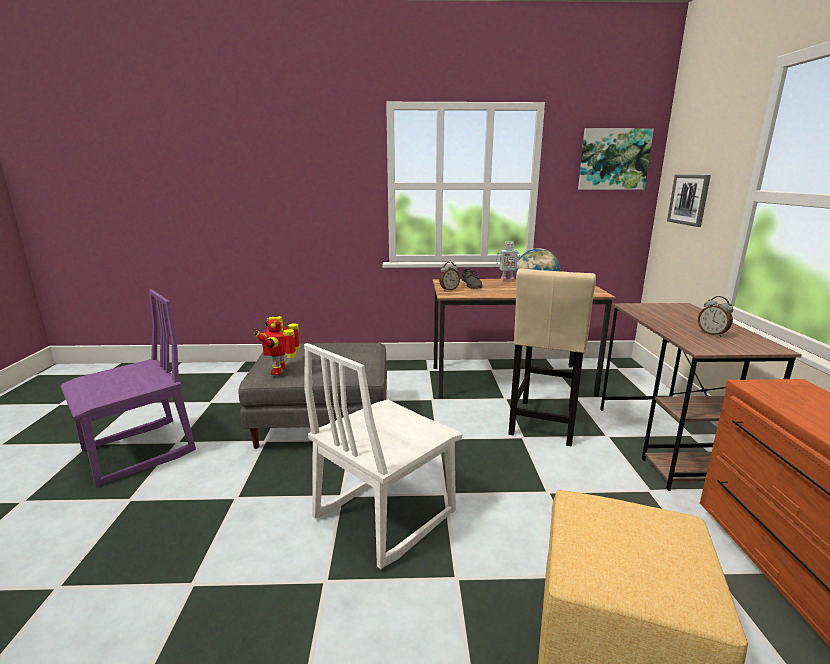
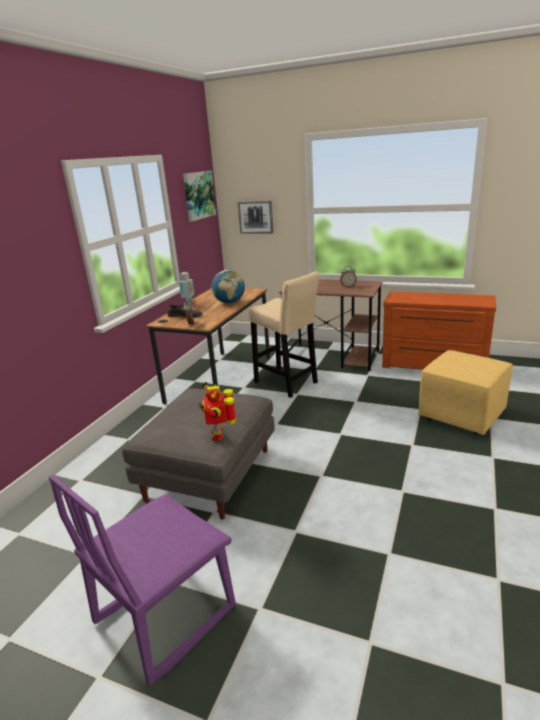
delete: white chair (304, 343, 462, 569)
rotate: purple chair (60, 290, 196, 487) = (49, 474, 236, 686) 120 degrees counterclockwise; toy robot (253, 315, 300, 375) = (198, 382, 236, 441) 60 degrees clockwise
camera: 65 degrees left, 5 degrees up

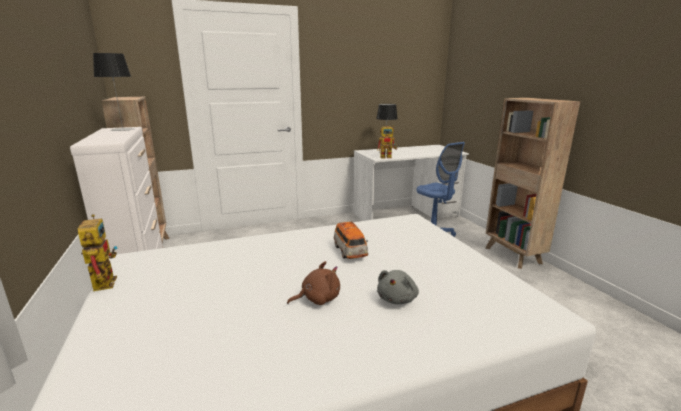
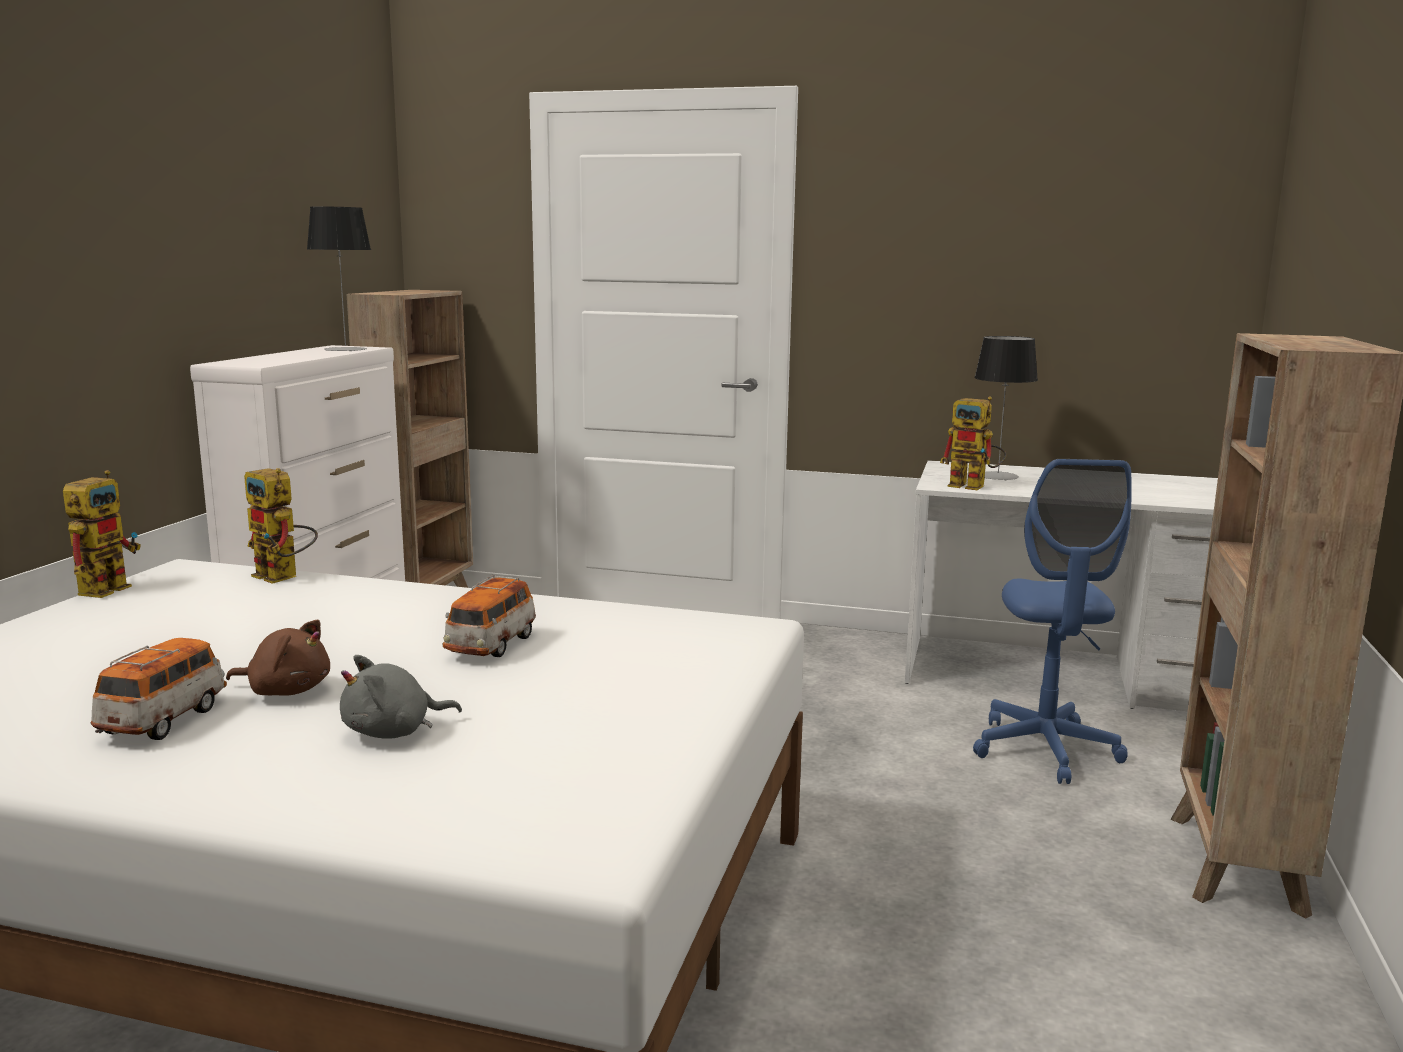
insert: toy car (91, 638, 227, 740); toy robot (244, 468, 318, 584)
camera: 35 degrees right, 5 degrees down

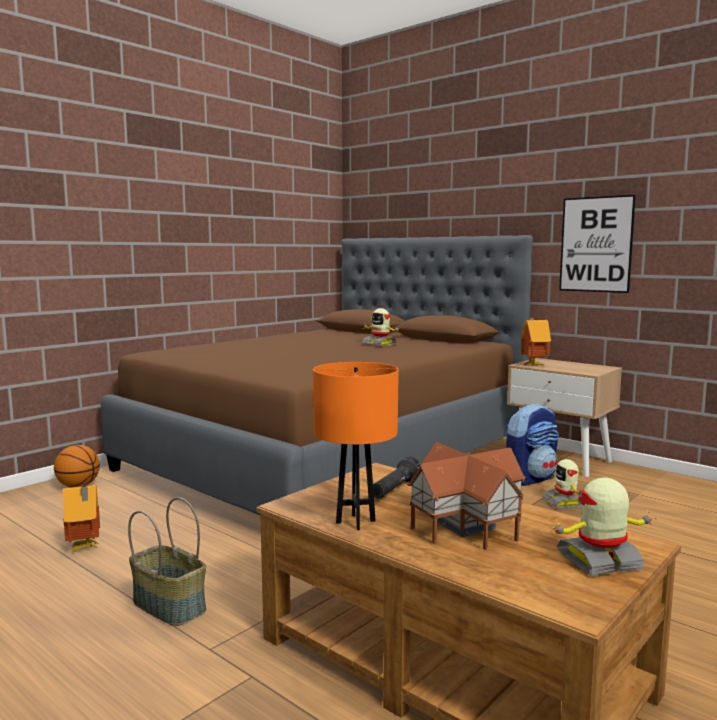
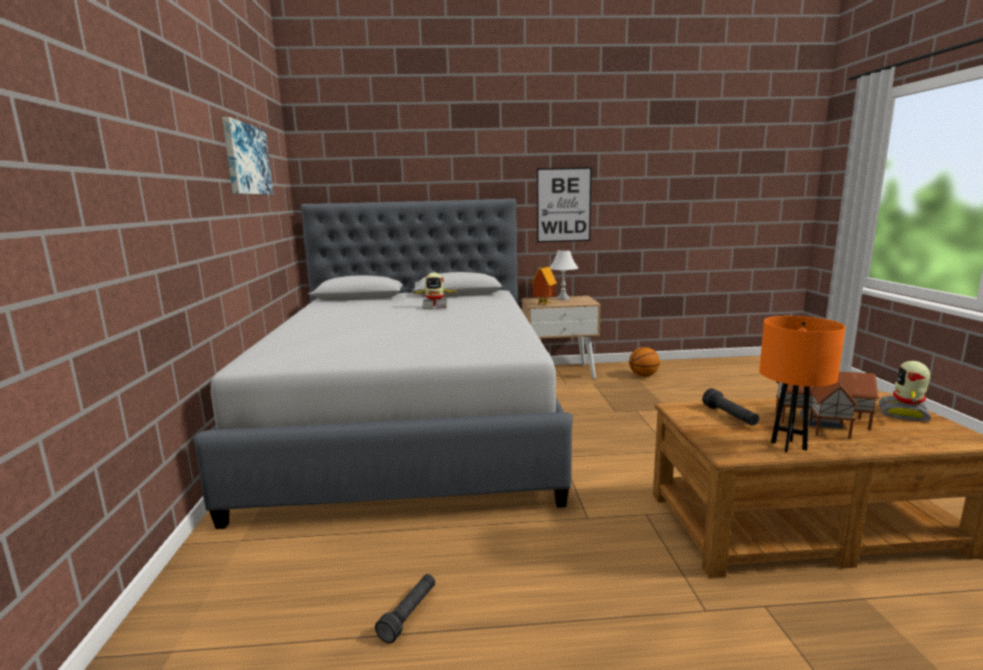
delete: basket (128, 497, 206, 626); backpack (506, 404, 559, 486); toy robot (542, 459, 581, 509)
insert: picture (222, 117, 273, 195); white table lamp (550, 250, 578, 300)
move: basketball (54, 445, 100, 487) to (629, 347, 660, 377)
replace: toy house (63, 485, 100, 551) to black flashlight (375, 574, 435, 643)
recolor: brown bed (101, 235, 533, 515) to grey bed (194, 198, 573, 529)
camera: 45 degrees left, 5 degrees up

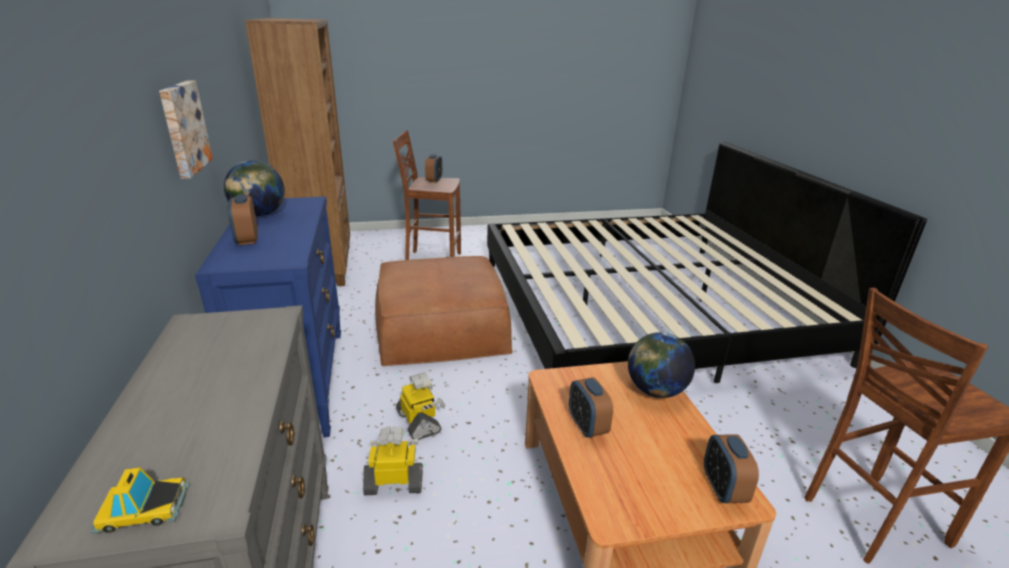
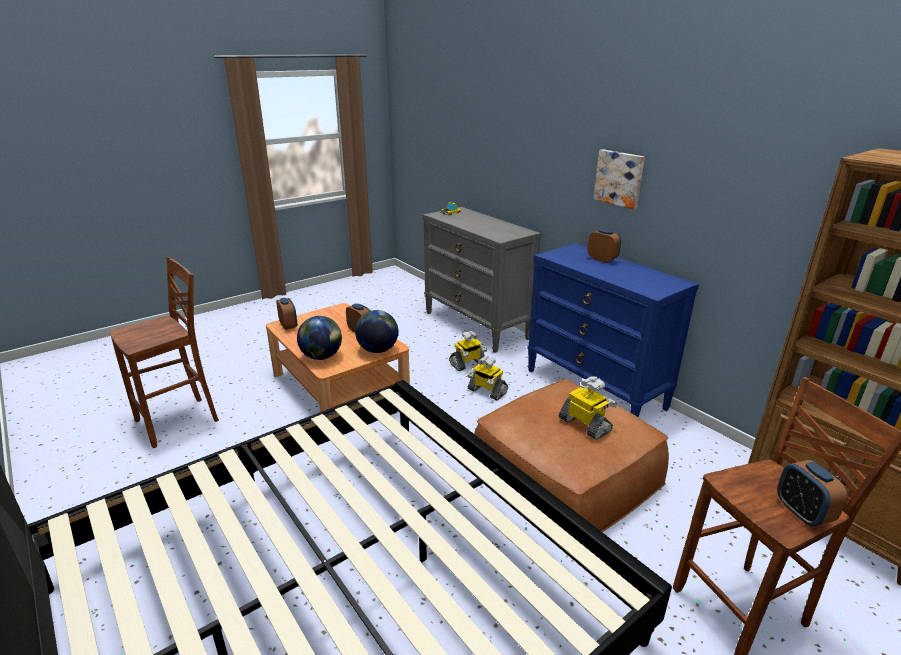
insert: toy robot (559, 376, 617, 440)
move: globe (224, 160, 285, 217) to (355, 310, 399, 353)
camera: 155 degrees right, 0 degrees up

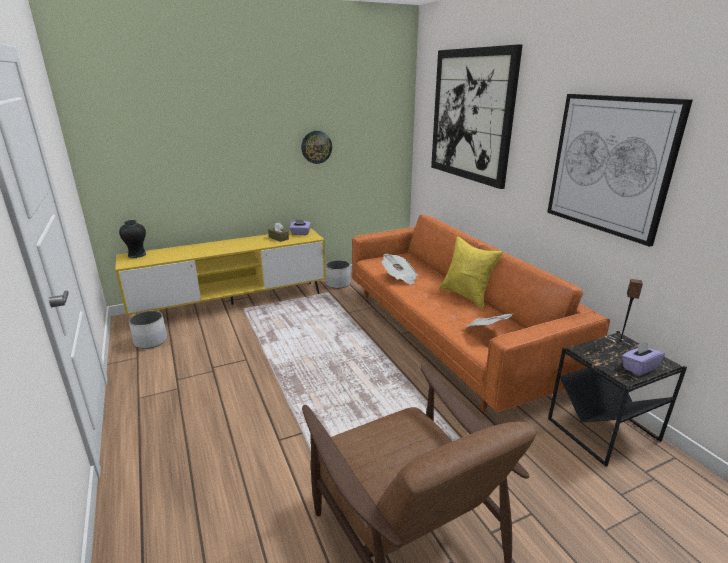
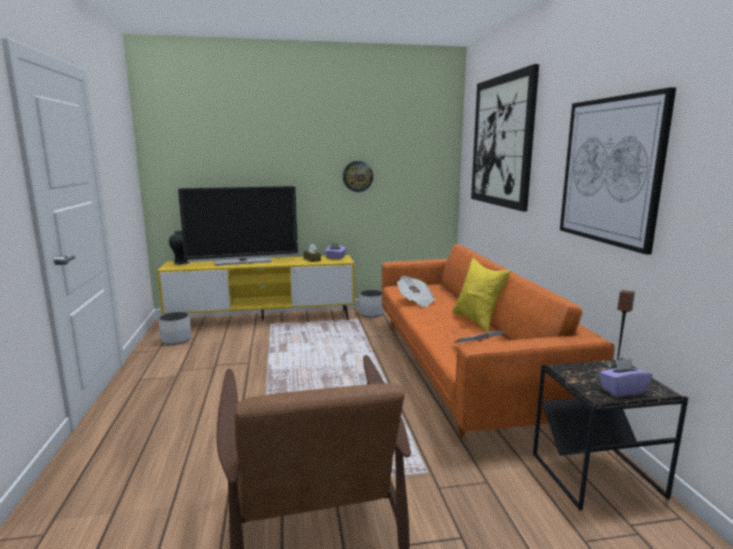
insert: television (178, 186, 298, 266)
camera: 15 degrees right, 10 degrees down

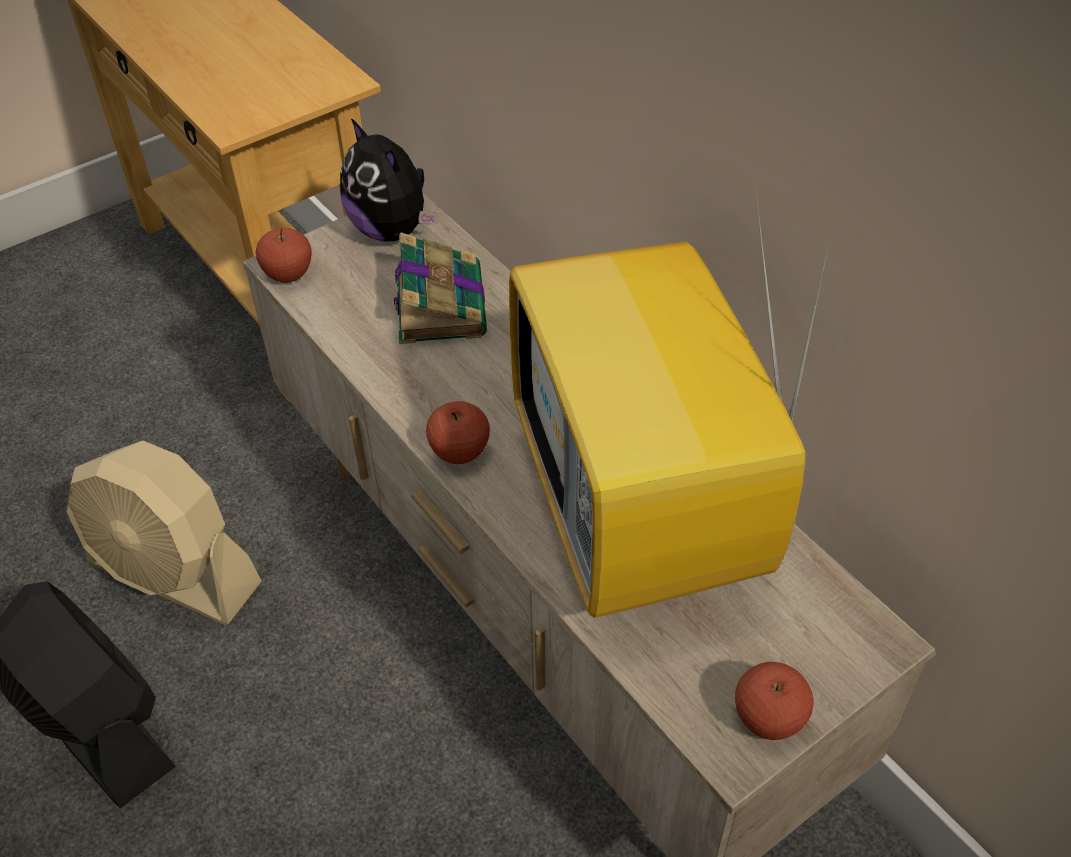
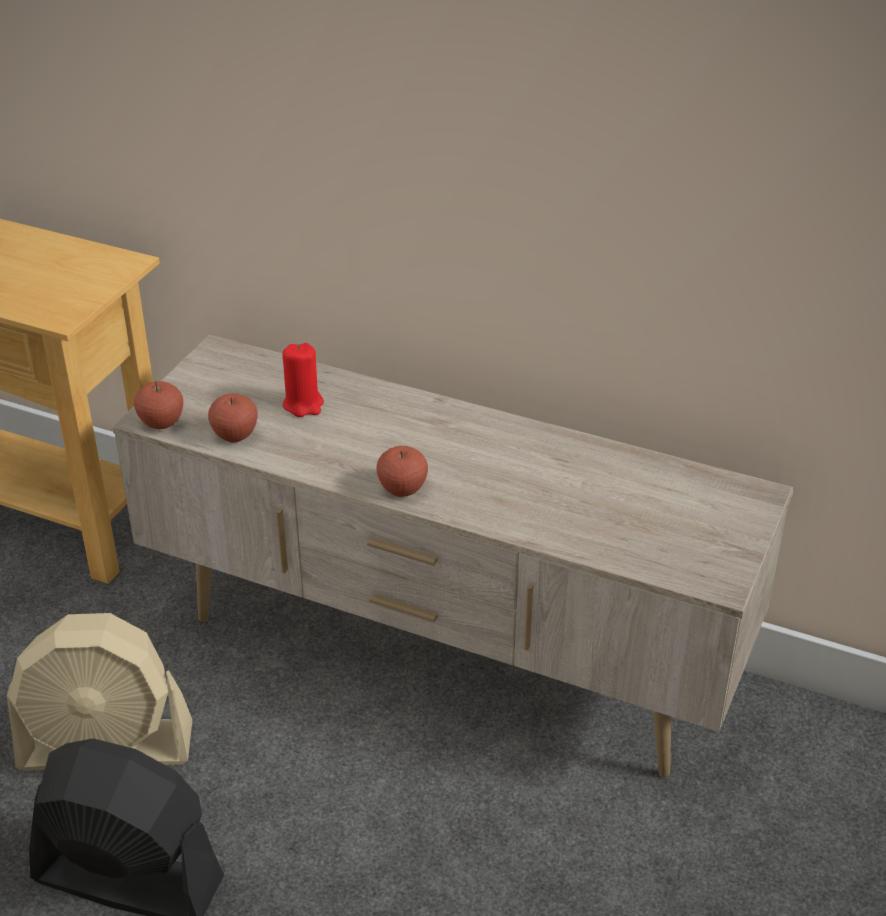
delete: plush toy (340, 118, 437, 241); television (509, 177, 830, 618)
move: apple (735, 662, 814, 740) to (208, 393, 258, 443)
replace: book (394, 232, 487, 344) to red candle (282, 343, 324, 417)
camera: 30 degrees left, 10 degrees down

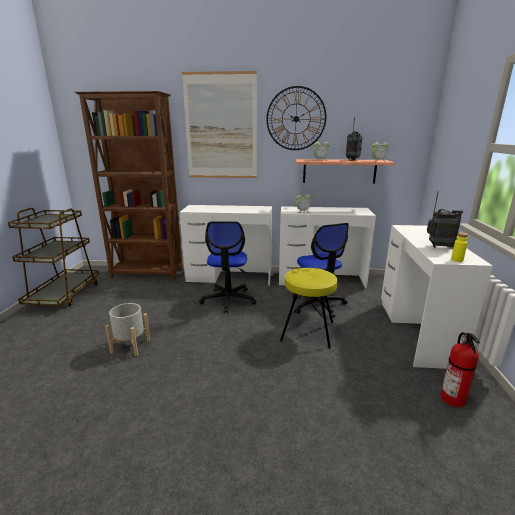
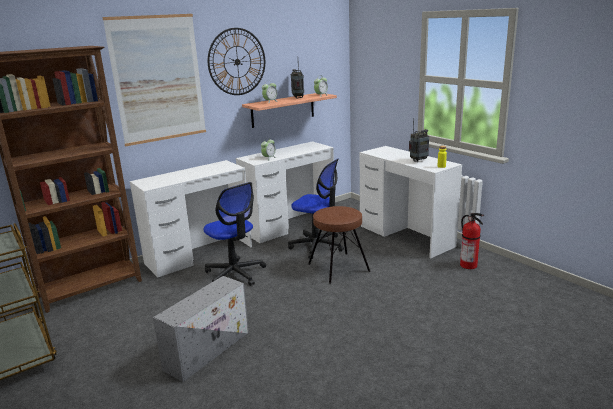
replace: grey planter (105, 303, 150, 356) to grey storage box (153, 276, 249, 382)
recolor: yellow stool (280, 268, 337, 349) to brown stool (308, 206, 371, 284)
camera: 40 degrees left, 0 degrees up

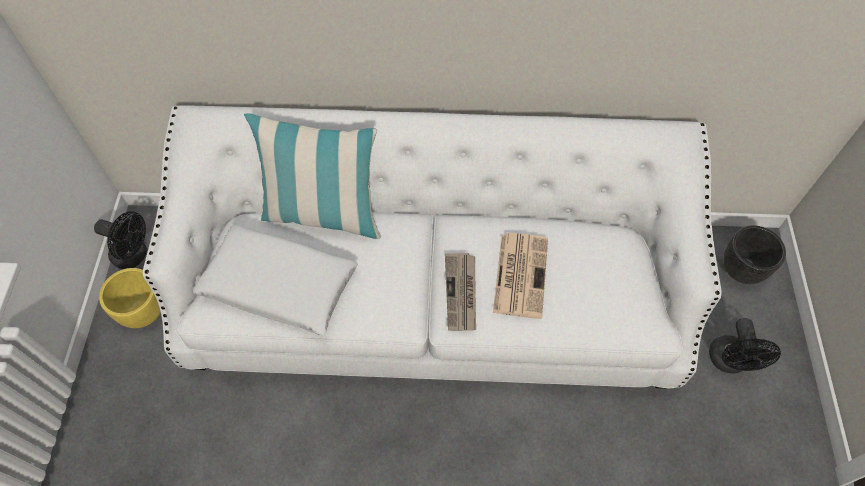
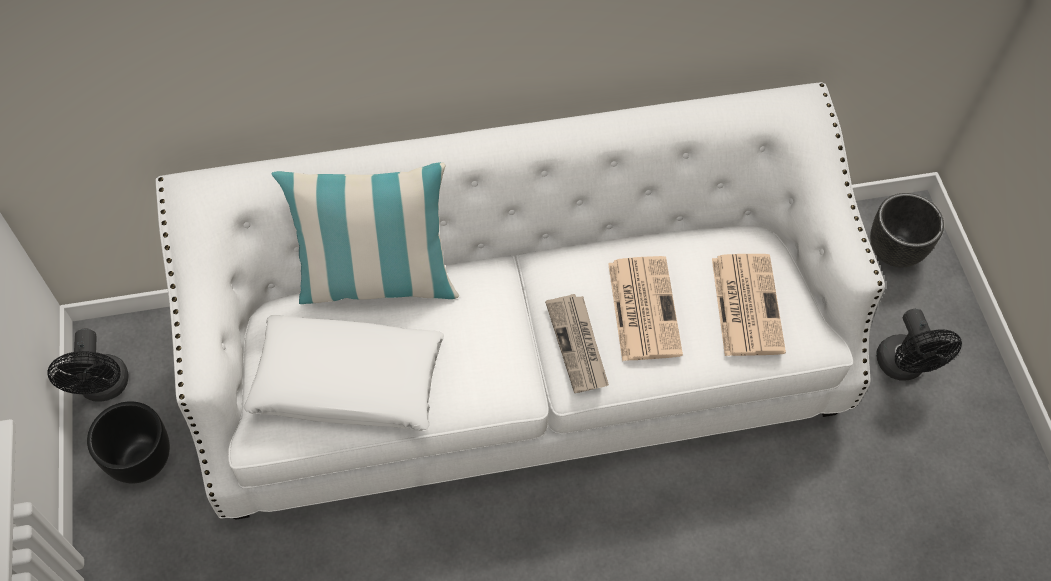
insert: newspaper (712, 254, 786, 356)
recolor: yellow planter (99, 268, 161, 328) to black planter (87, 401, 170, 483)
rotate: black fan (94, 211, 147, 269) = (47, 329, 129, 402) 75 degrees clockwise
camera: 15 degrees left, 0 degrees up

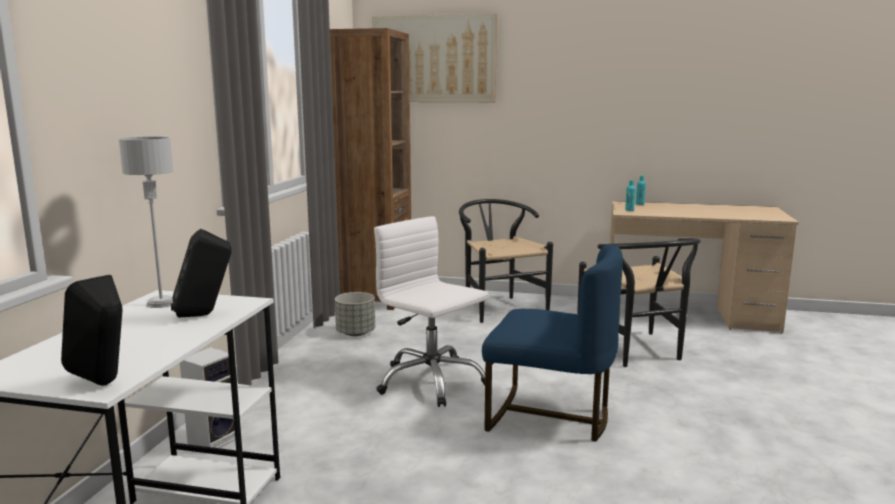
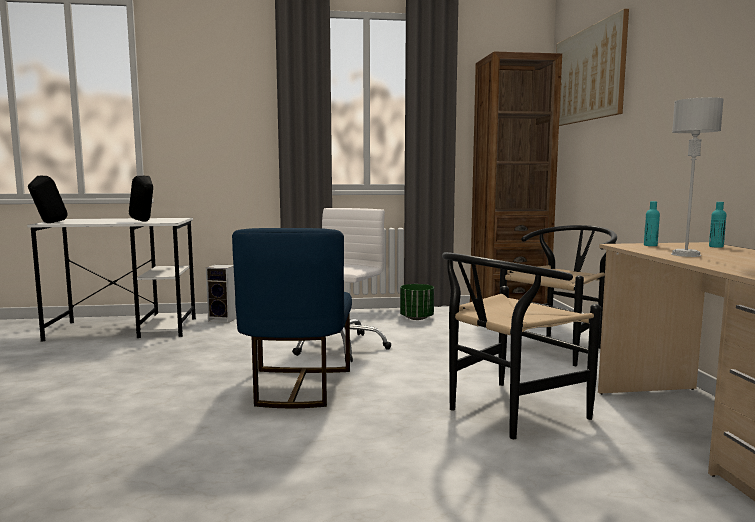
move: grey table lamp (119, 137, 174, 308) to (671, 97, 724, 257)
recolor: grey planter (335, 292, 375, 336) to green planter (400, 284, 434, 320)
camera: 70 degrees right, 5 degrees down

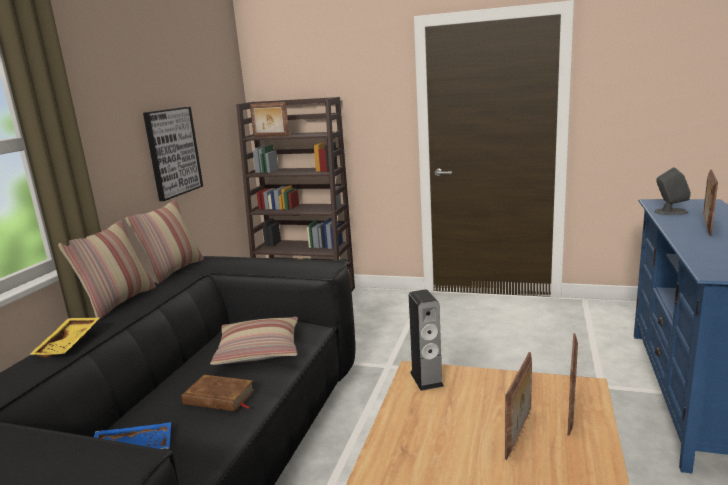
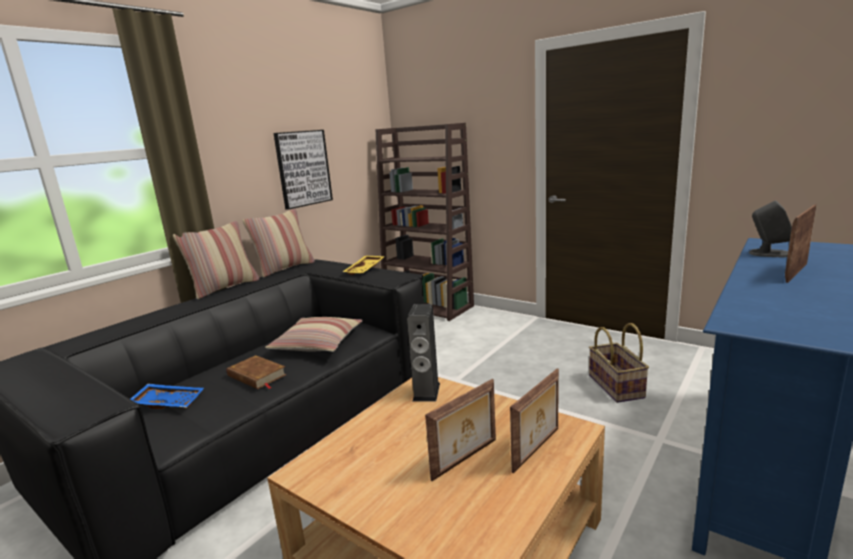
delete: picture frame (250, 102, 289, 137)
insert: basket (589, 323, 649, 403)
move: yellow tray (29, 317, 100, 357) to (343, 256, 385, 275)
camera: 20 degrees right, 0 degrees up

